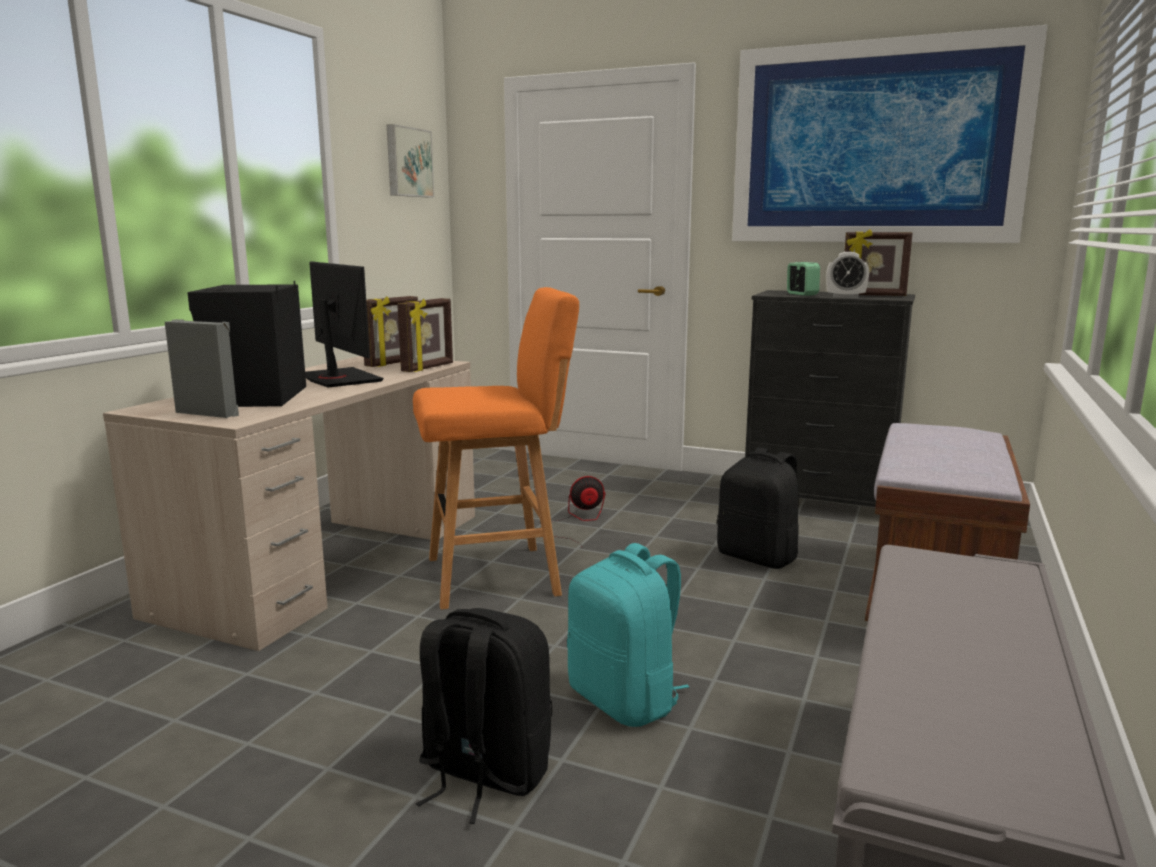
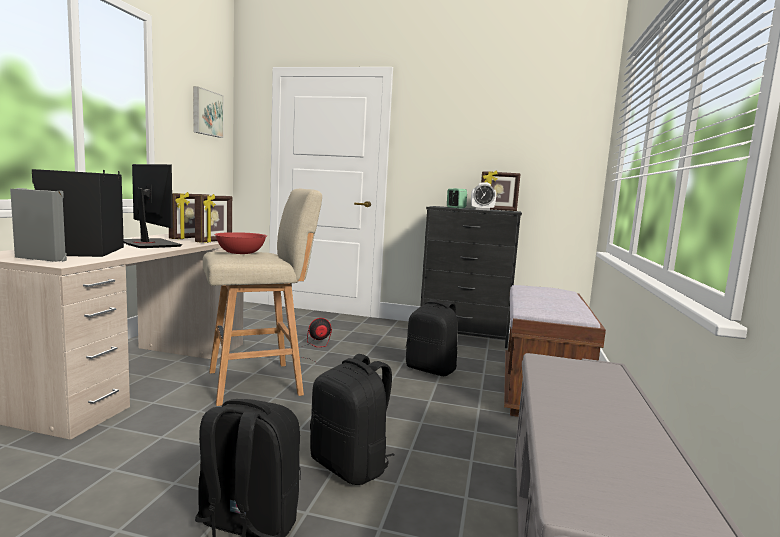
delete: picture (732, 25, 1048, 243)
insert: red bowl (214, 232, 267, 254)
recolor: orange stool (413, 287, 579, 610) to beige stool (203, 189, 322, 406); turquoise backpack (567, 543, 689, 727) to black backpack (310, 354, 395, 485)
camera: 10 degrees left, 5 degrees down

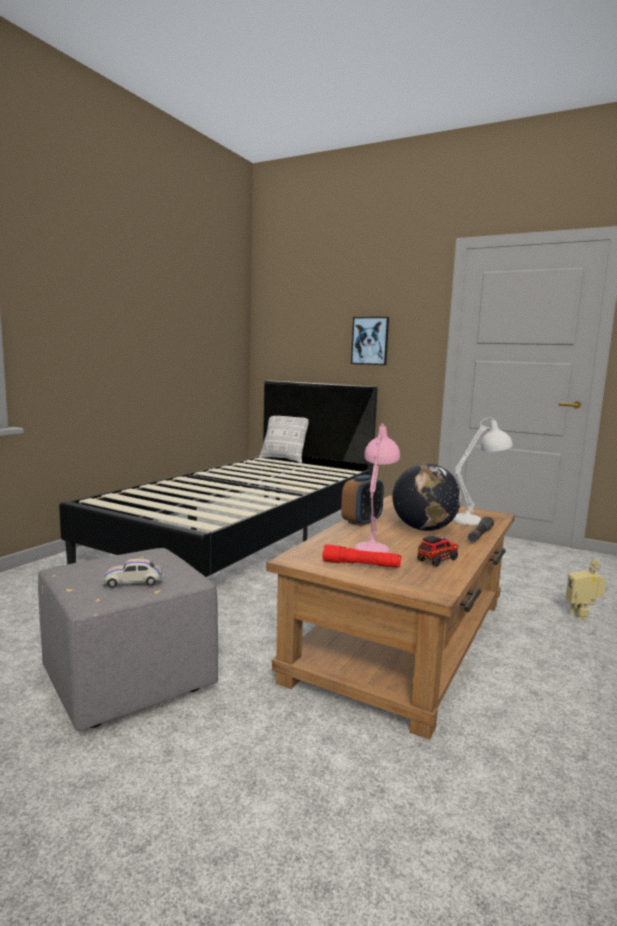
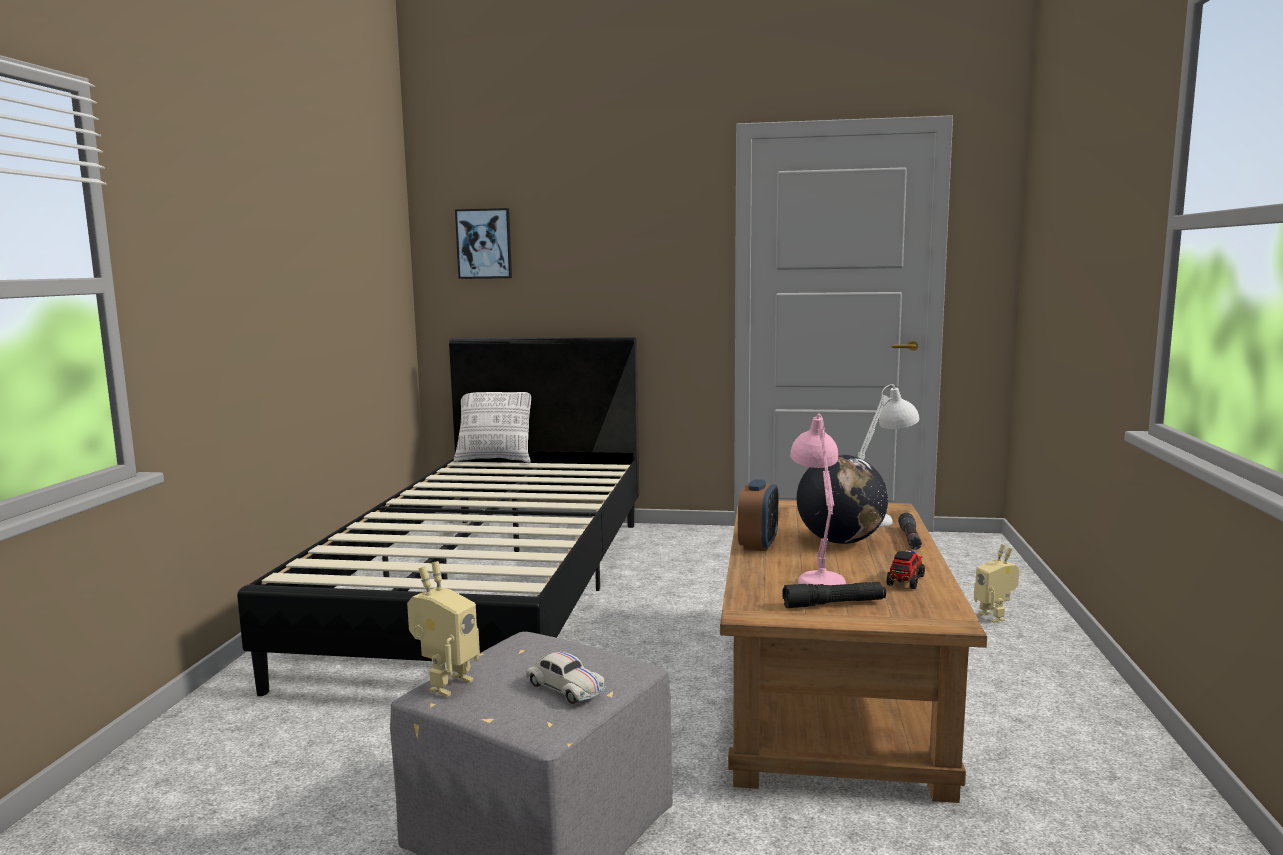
insert: toy robot (407, 561, 480, 697)
move: picture (351, 317, 389, 365) to (455, 208, 512, 279)
recolor: red flashlight (323, 544, 401, 568) to black flashlight (782, 582, 886, 608)
rotate: white toy car (101, 559, 164, 588) = (526, 652, 607, 704) 105 degrees counterclockwise
camera: 20 degrees left, 0 degrees up

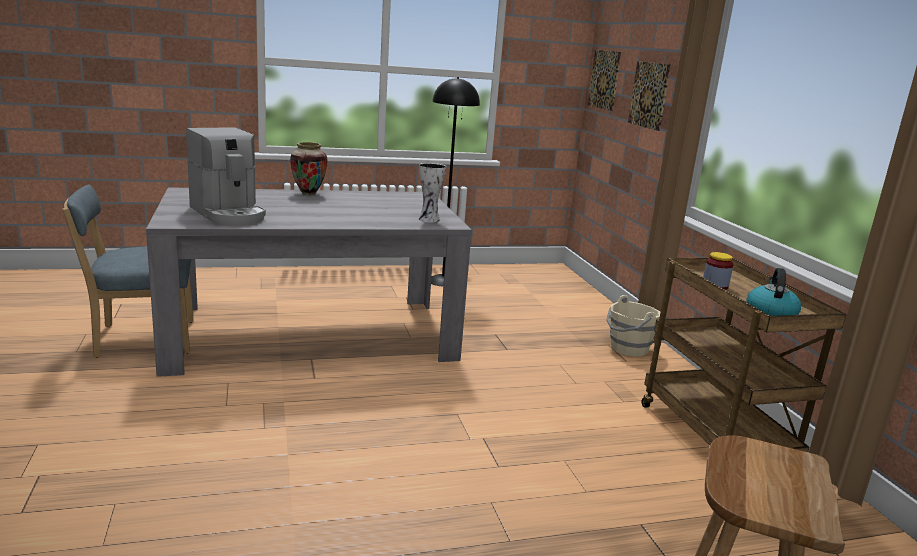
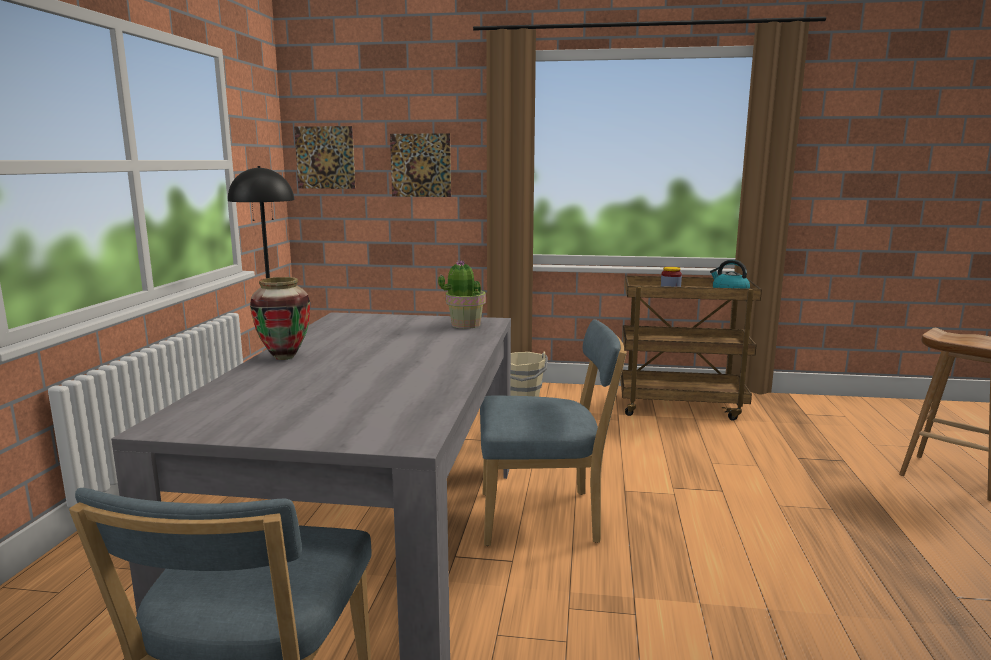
delete: coffee machine (186, 127, 266, 226)
insert: blue chair (480, 319, 627, 546)
replace: vase (419, 163, 446, 223) to potted plant (438, 260, 486, 329)
camera: 65 degrees left, 5 degrees down

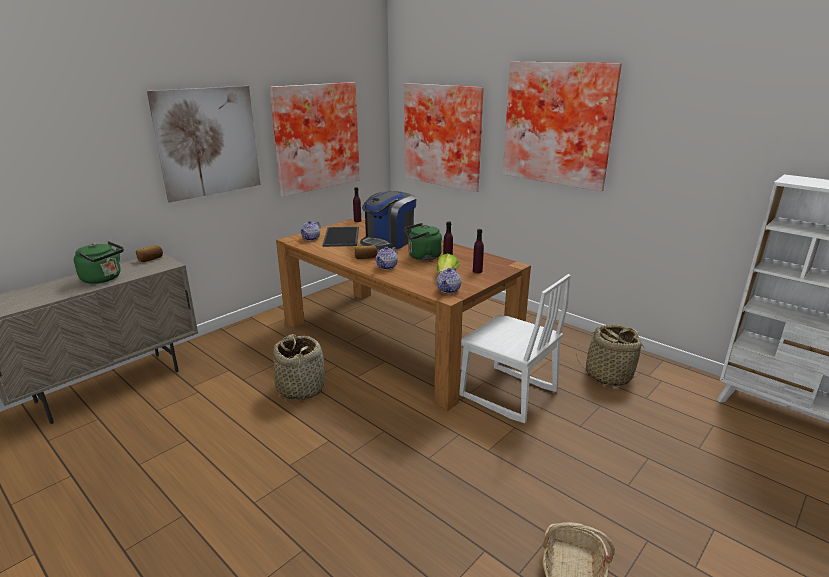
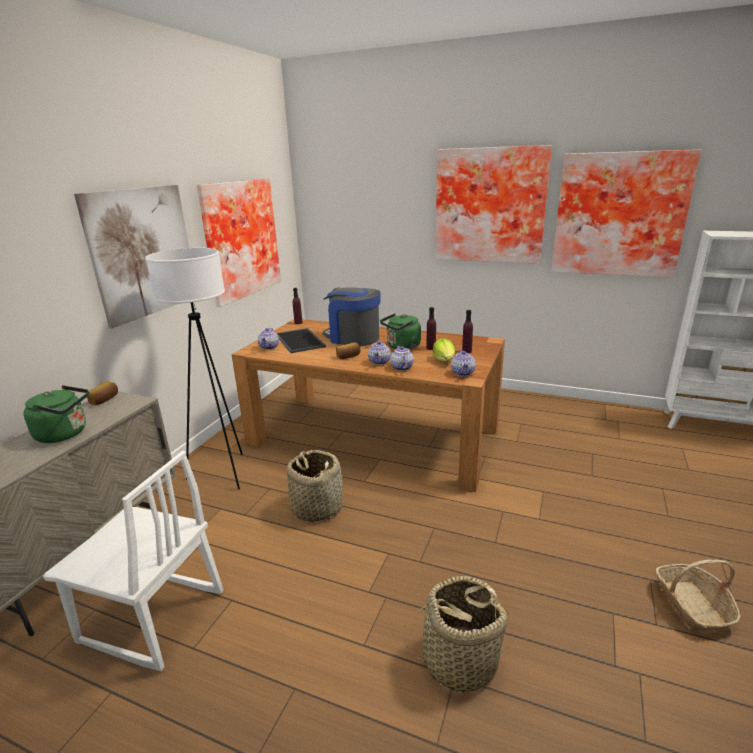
insert: white floor lamp (145, 248, 243, 490); teapot (390, 346, 414, 371)
move: picture (404, 83, 484, 192) to (551, 149, 701, 278); white chair (460, 274, 571, 423) to (43, 451, 223, 671); basket (576, 325, 644, 386) to (404, 576, 510, 693)
rotate: coffee machine (360, 191, 417, 250) = (323, 287, 381, 346) 105 degrees clockwise
camera: 20 degrees left, 0 degrees up

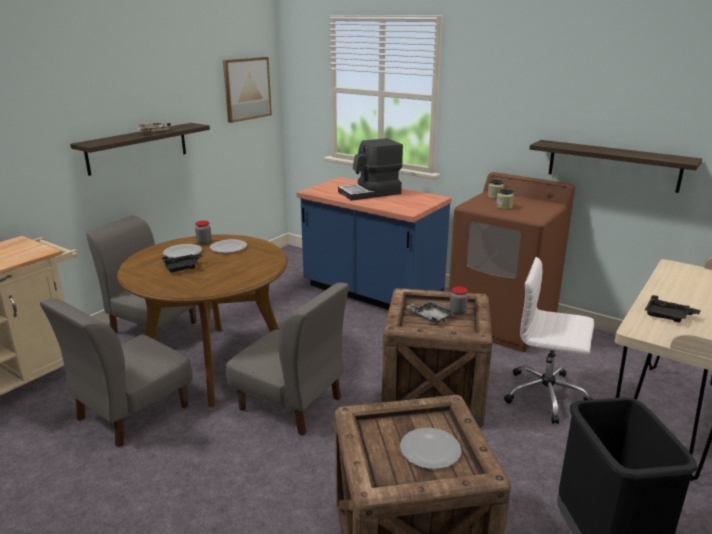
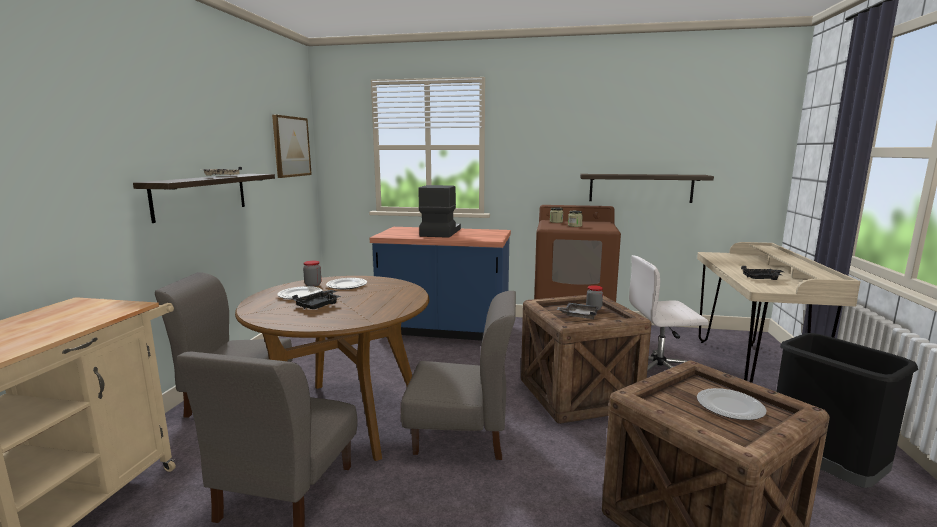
rotate: coffee machine (338, 138, 403, 201) = (418, 185, 461, 238) 150 degrees clockwise
camera: 25 degrees left, 10 degrees down

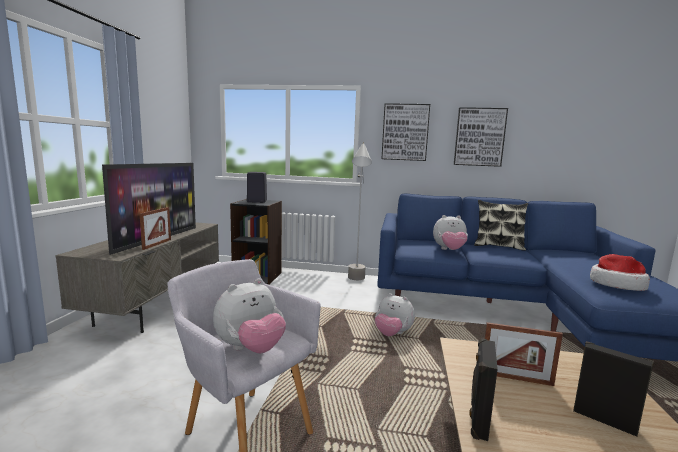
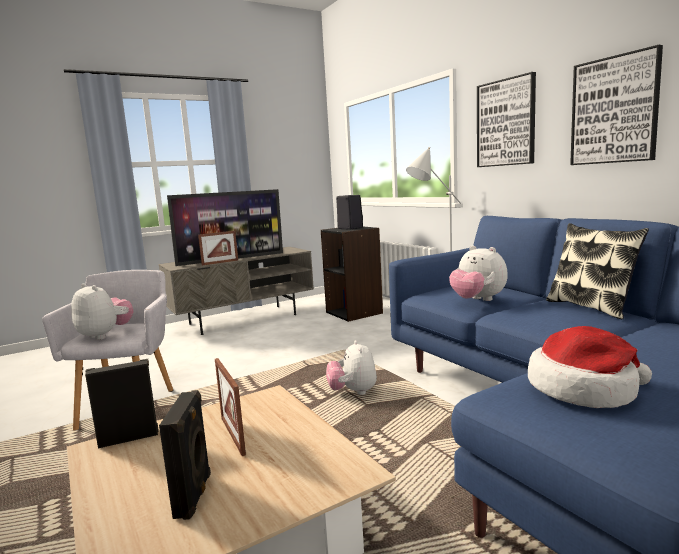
rotate: plush toy (213, 279, 286, 353) = (71, 283, 134, 340) 150 degrees counterclockwise
camera: 50 degrees right, 0 degrees up

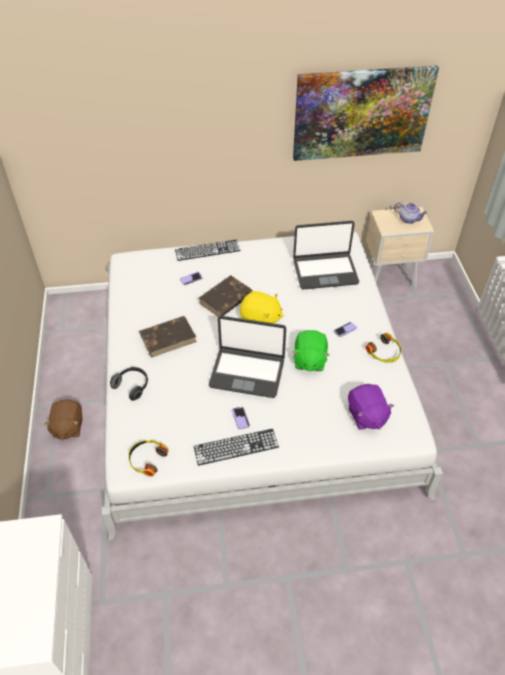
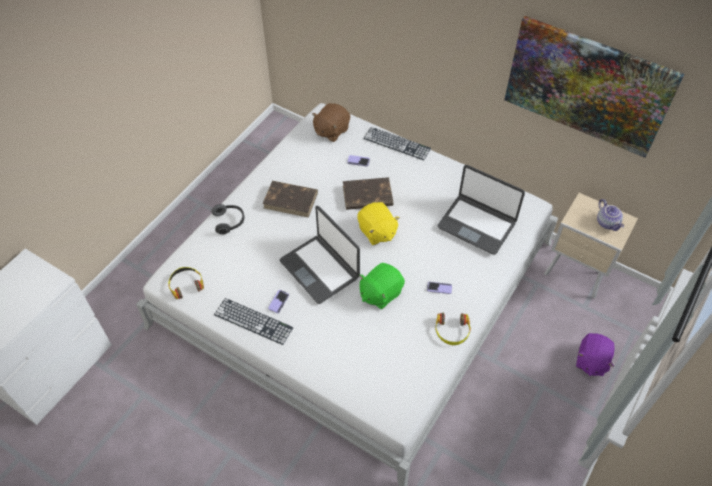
move: brown plush toy (44, 399, 82, 440) to (312, 103, 350, 142); purple plush toy (348, 384, 394, 430) to (576, 333, 615, 376)
camera: 40 degrees right, 5 degrees up

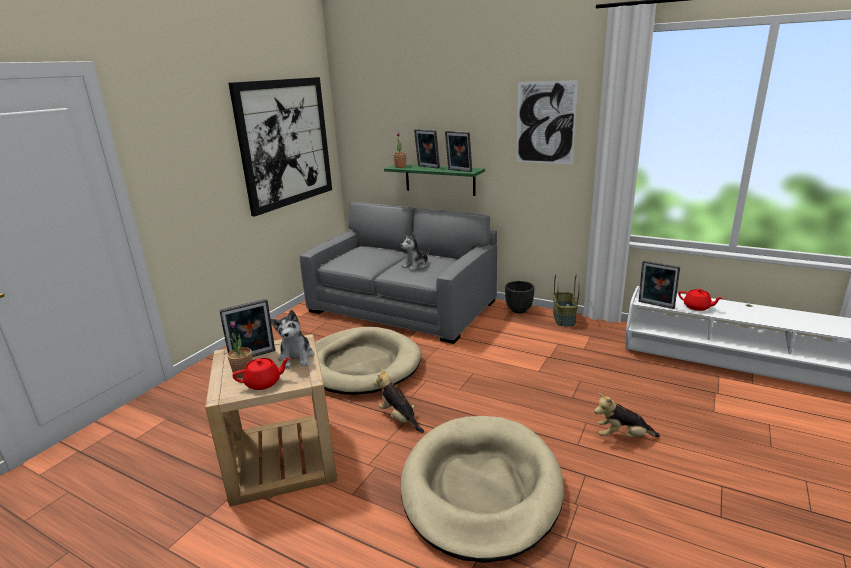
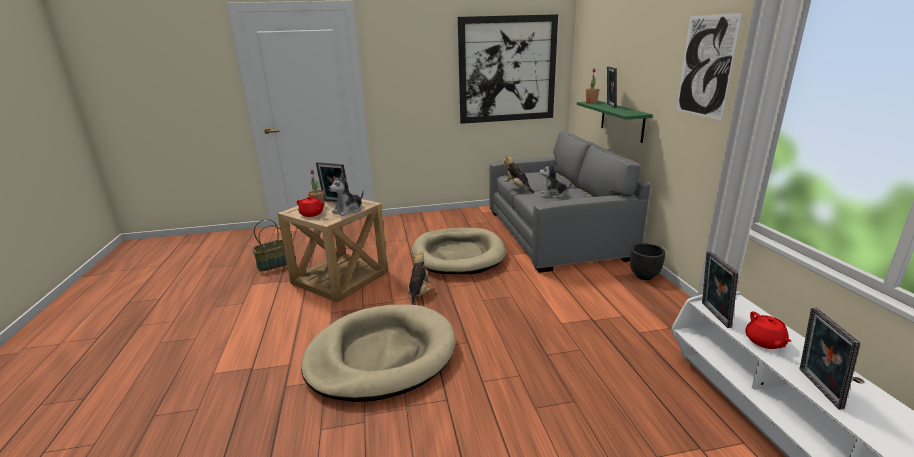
move: picture frame (445, 131, 472, 172) to (800, 308, 860, 409); basket (553, 274, 580, 326) to (252, 219, 287, 272); plush toy (594, 393, 660, 437) to (502, 154, 534, 193)
camera: 50 degrees right, 0 degrees up

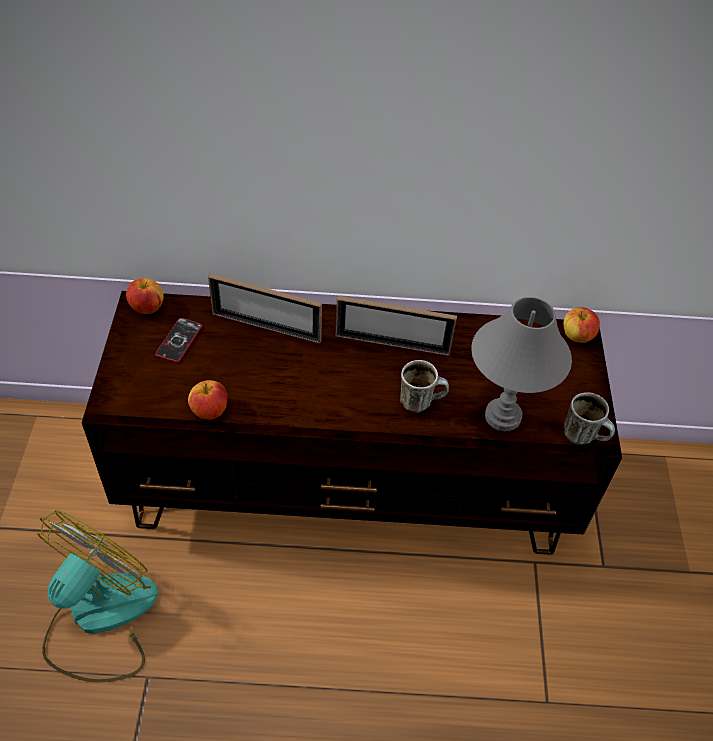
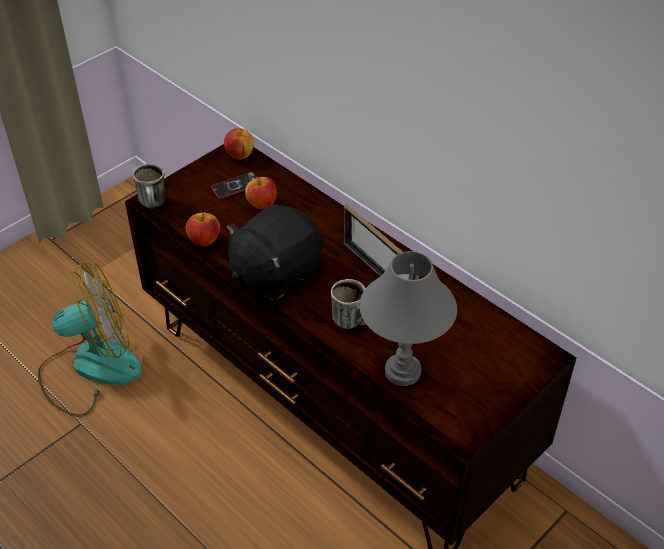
delete: picture frame (208, 274, 322, 343)
insert: black plush toy (226, 204, 324, 301)
move: apple (563, 307, 600, 343) to (245, 177, 277, 209); mug (564, 392, 615, 445) to (133, 163, 166, 208)
camera: 45 degrees right, 5 degrees down

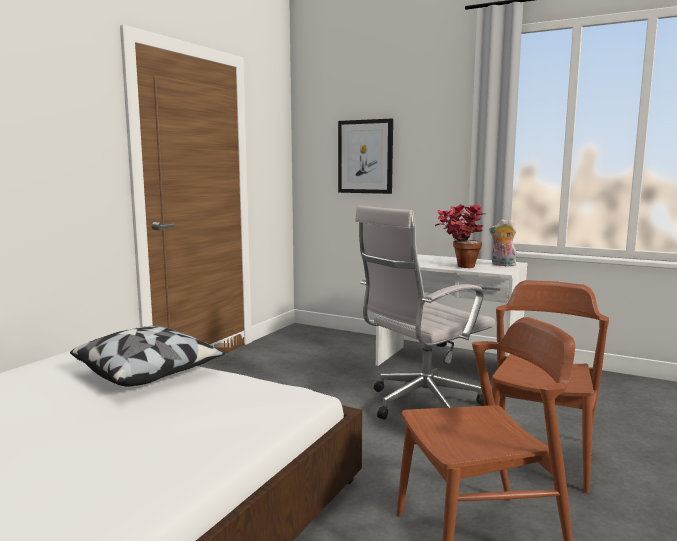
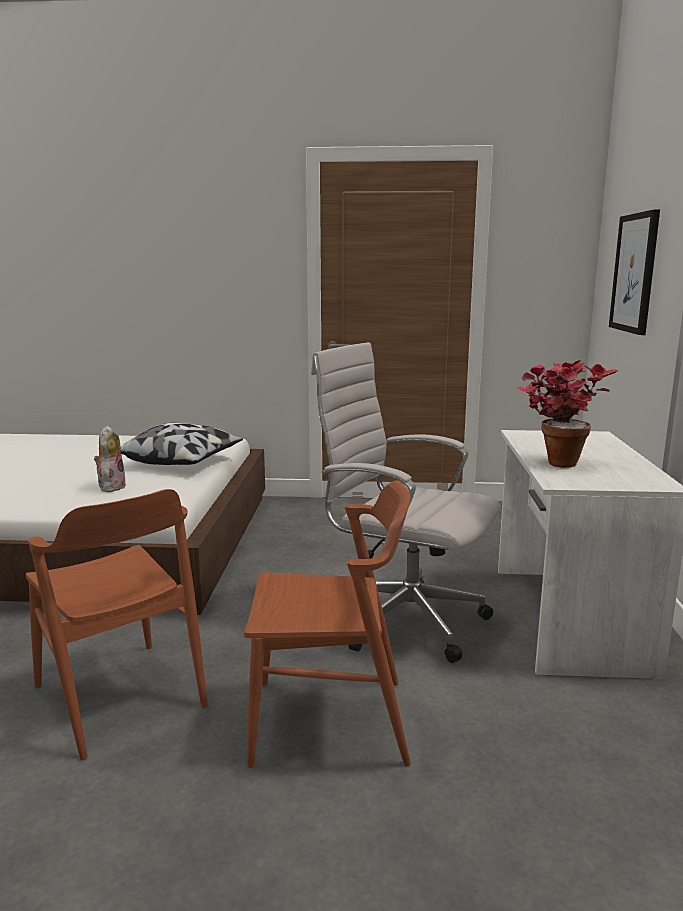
move: plush toy (489, 219, 516, 266) to (94, 425, 126, 492)
camera: 65 degrees right, 5 degrees up

